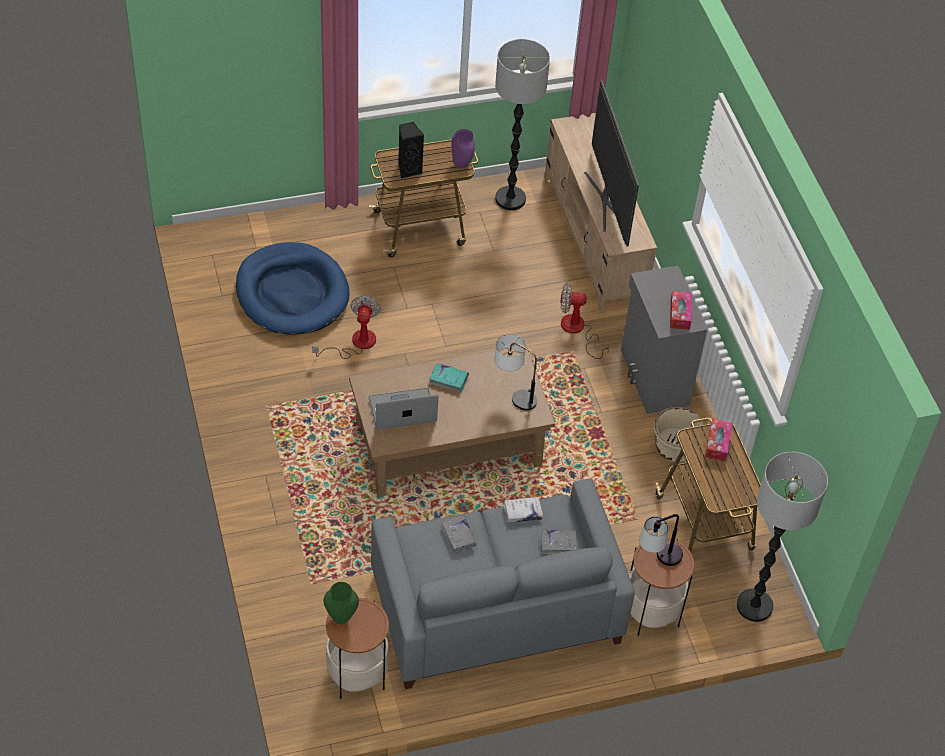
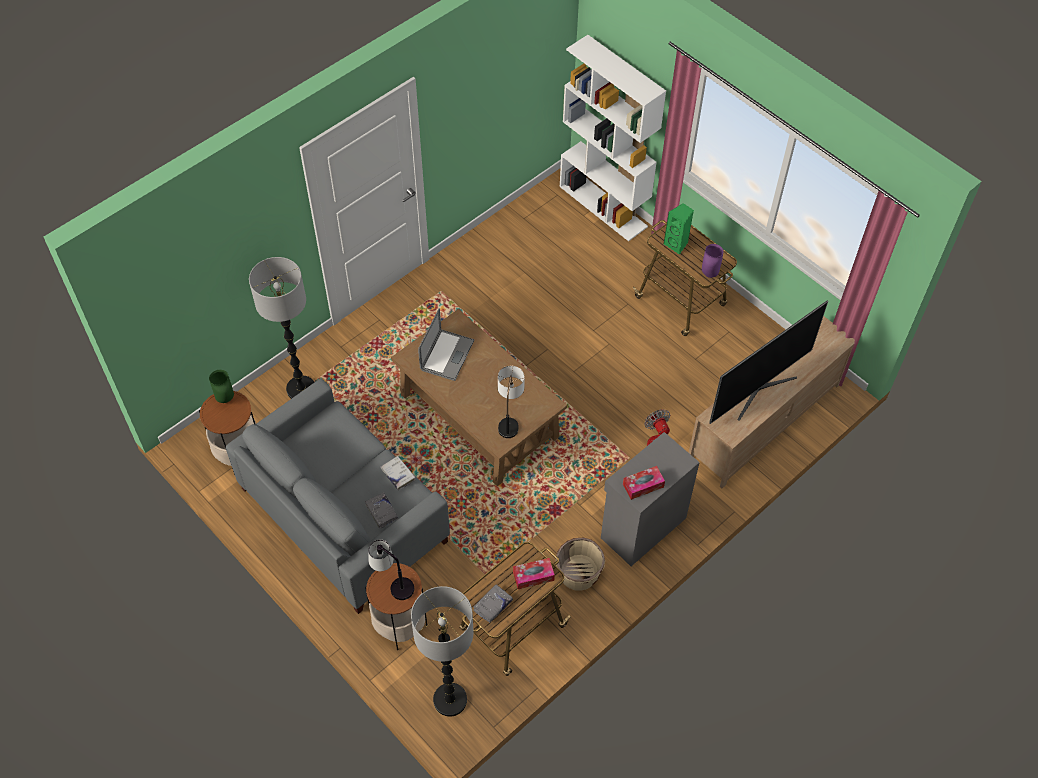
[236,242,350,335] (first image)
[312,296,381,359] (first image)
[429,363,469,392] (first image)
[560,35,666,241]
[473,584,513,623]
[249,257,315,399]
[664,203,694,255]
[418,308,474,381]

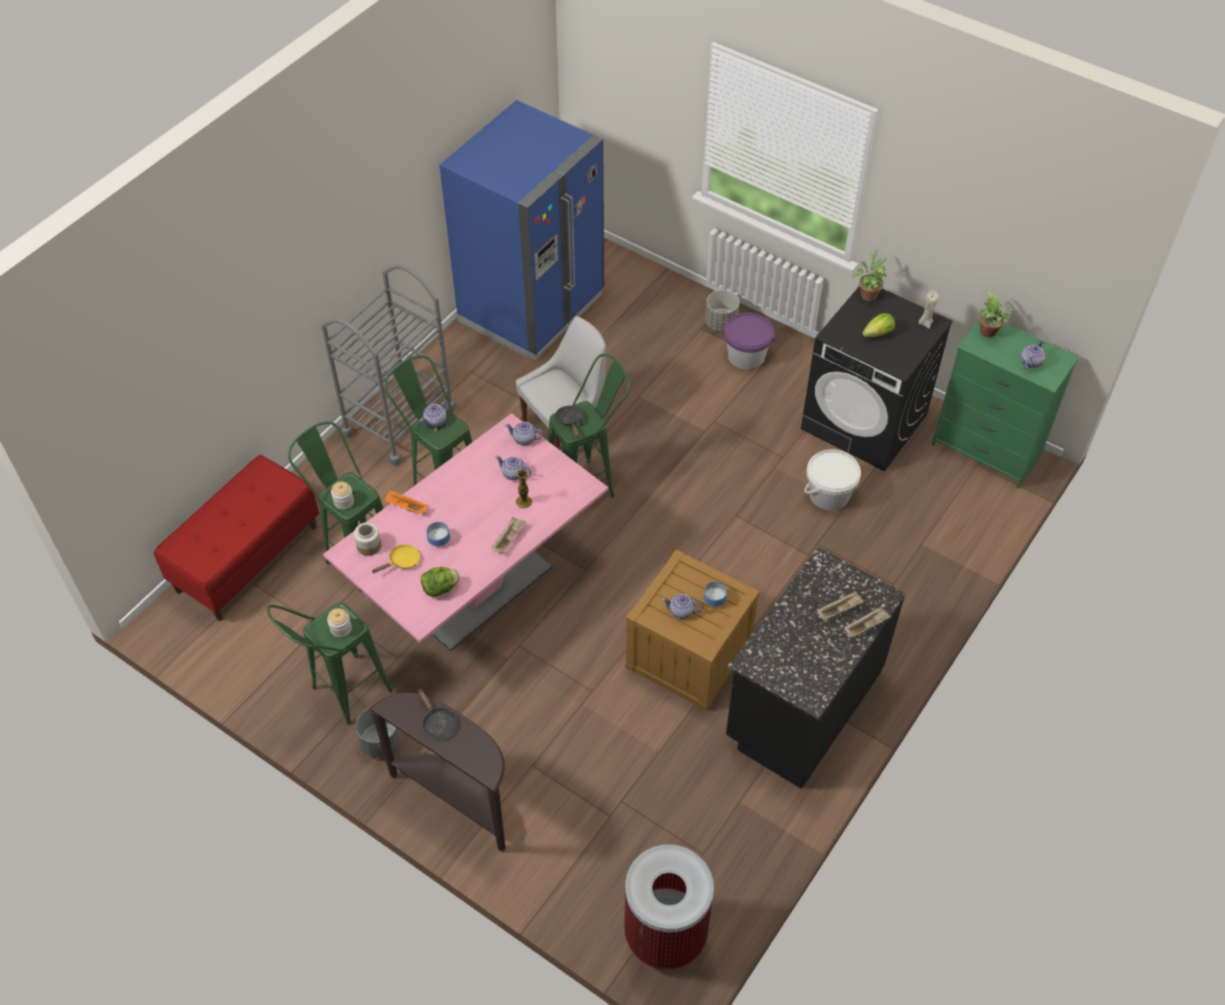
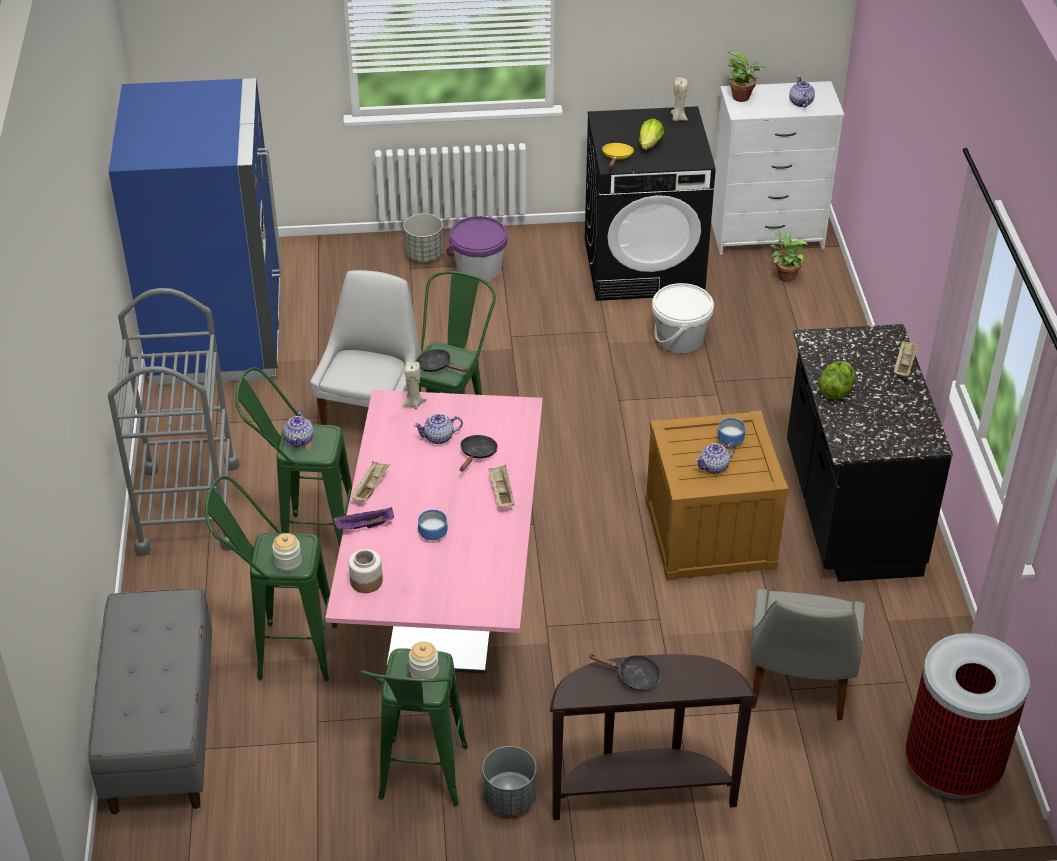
[751,589,865,720]
[602,143,634,168]
[818,361,855,400]
[351,461,390,502]
[770,229,808,282]
[402,362,427,409]
[460,435,498,471]
[89,588,212,815]
[334,507,394,531]
[711,81,844,255]

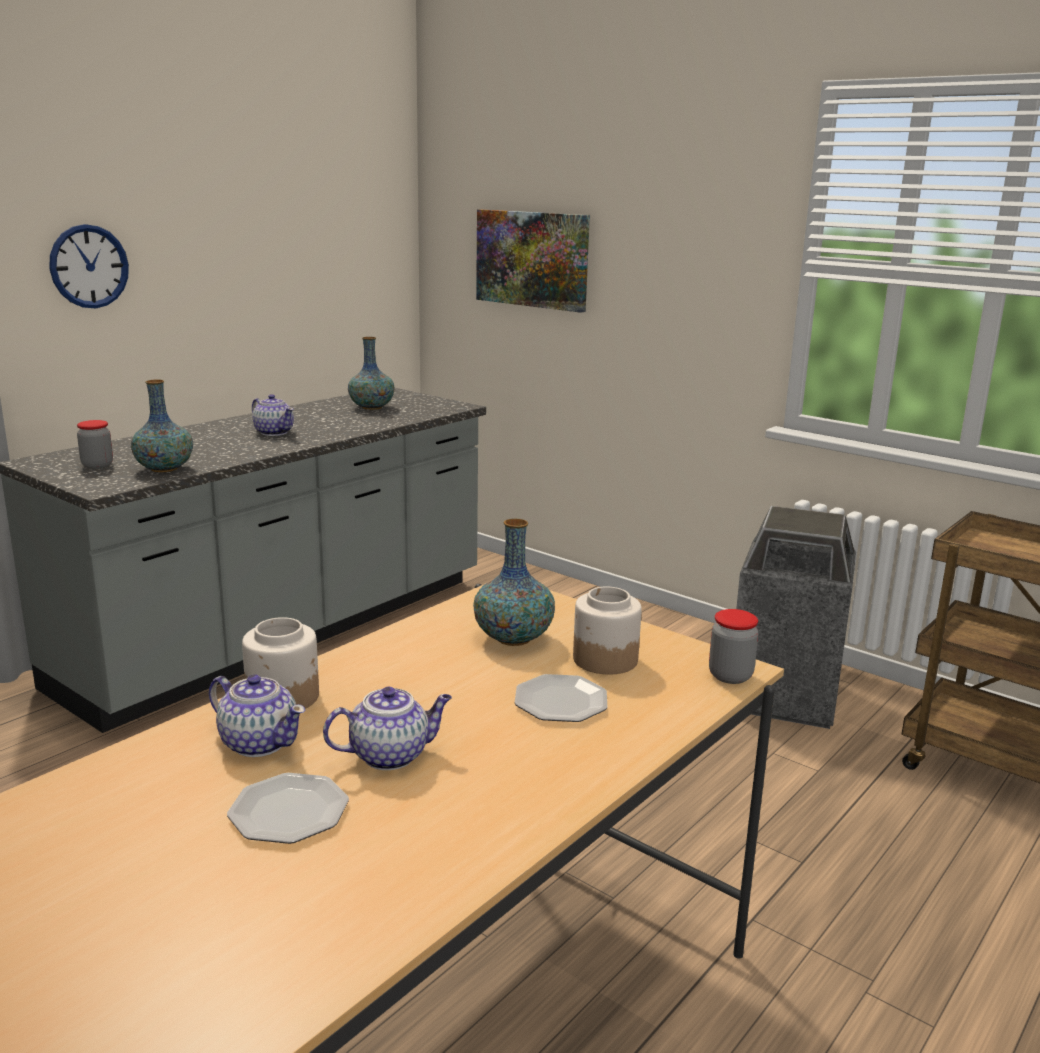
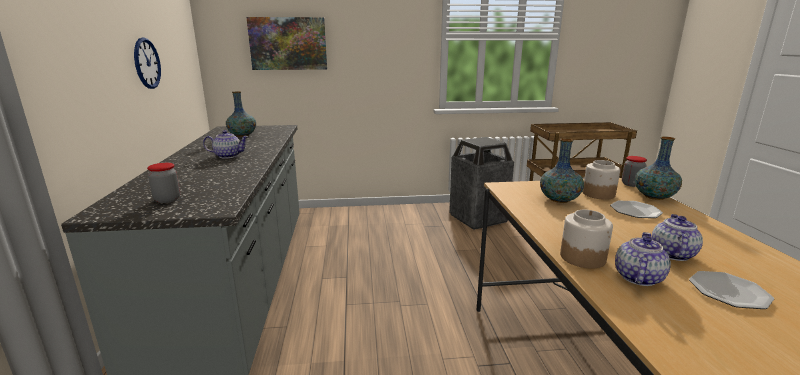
[134,38,161,89]
[635,137,682,200]
[615,232,671,286]

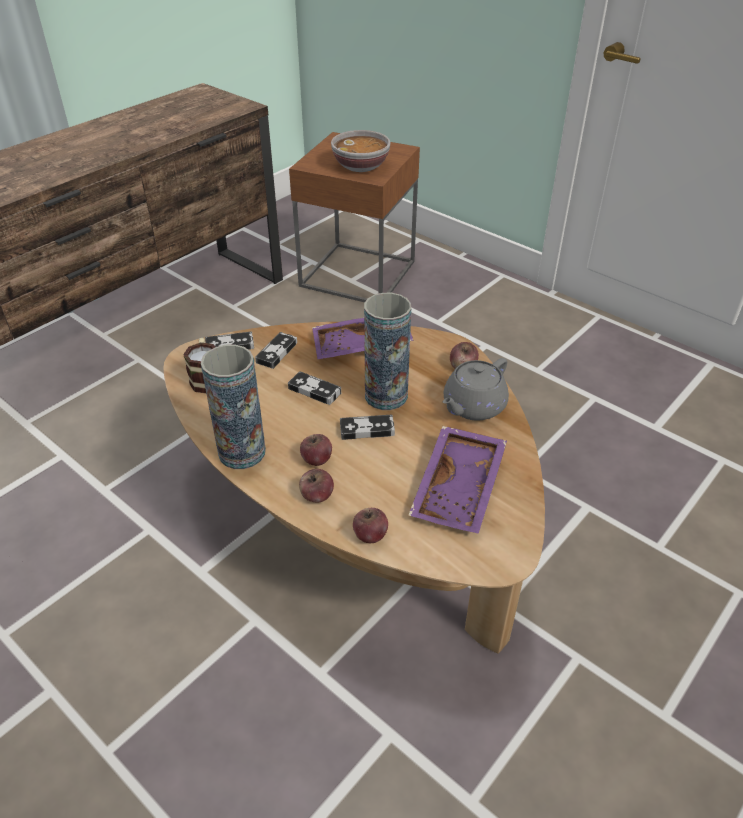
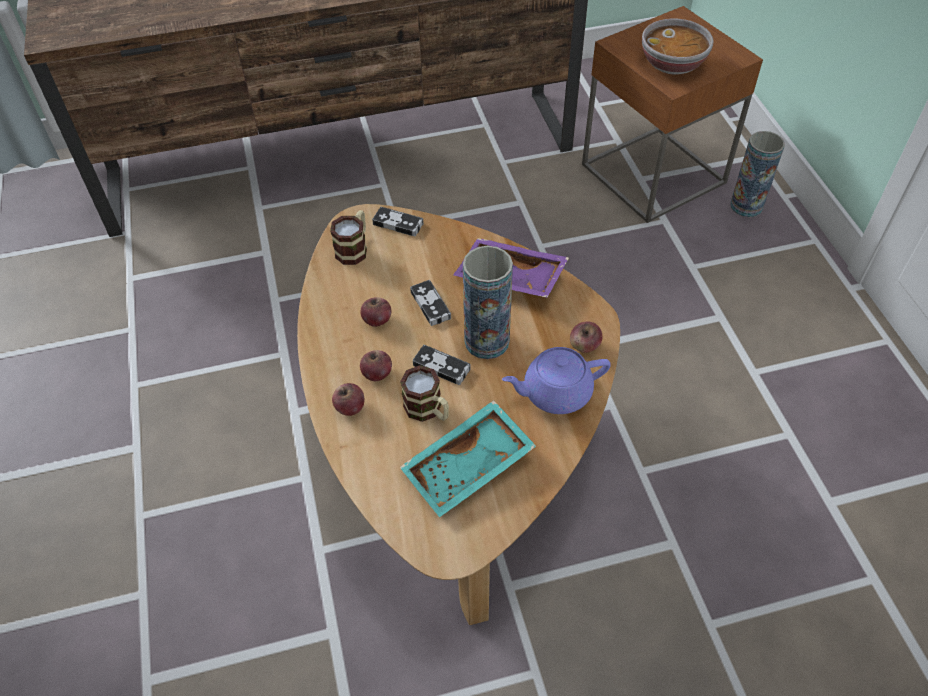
[255,332,297,369] (first image)
[400,365,449,422]
[730,131,785,217]
[361,297,391,327]
[400,400,536,517]
[502,347,611,414]

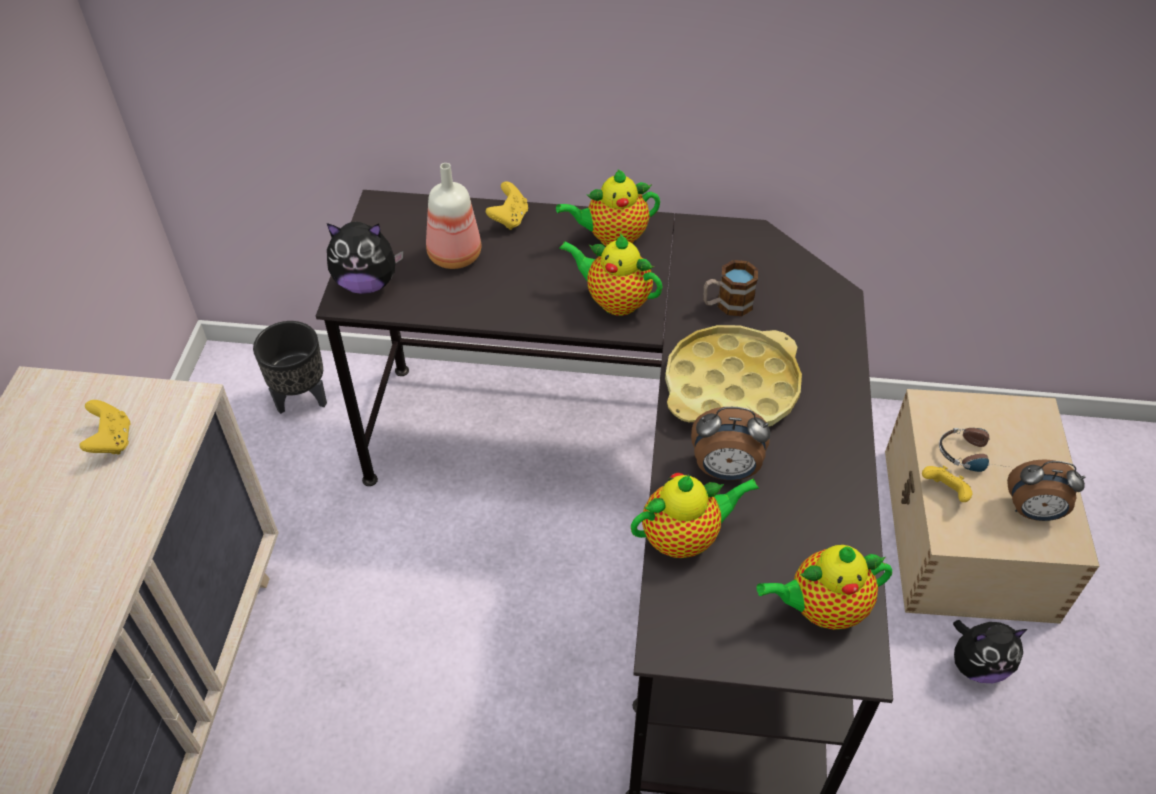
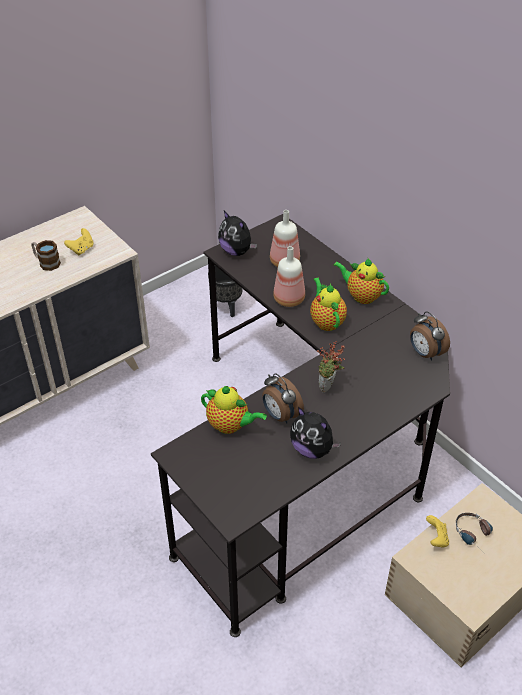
[486,181,528,230] (first image)
[757,545,892,630] (first image)
[273,246,305,307]
[31,240,61,271]
[290,407,341,459]
[410,311,450,361]
[317,341,345,393]

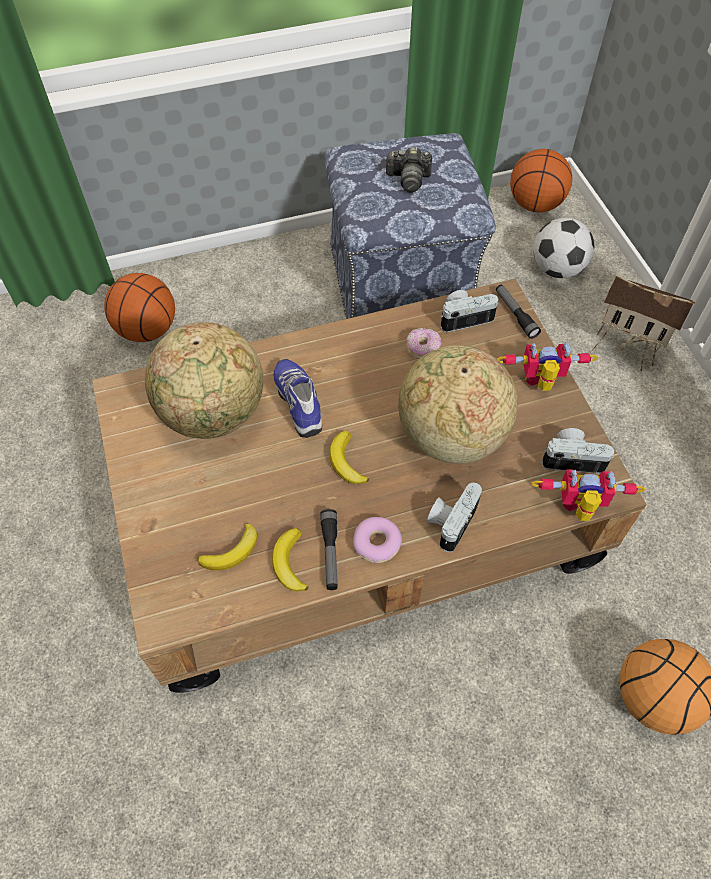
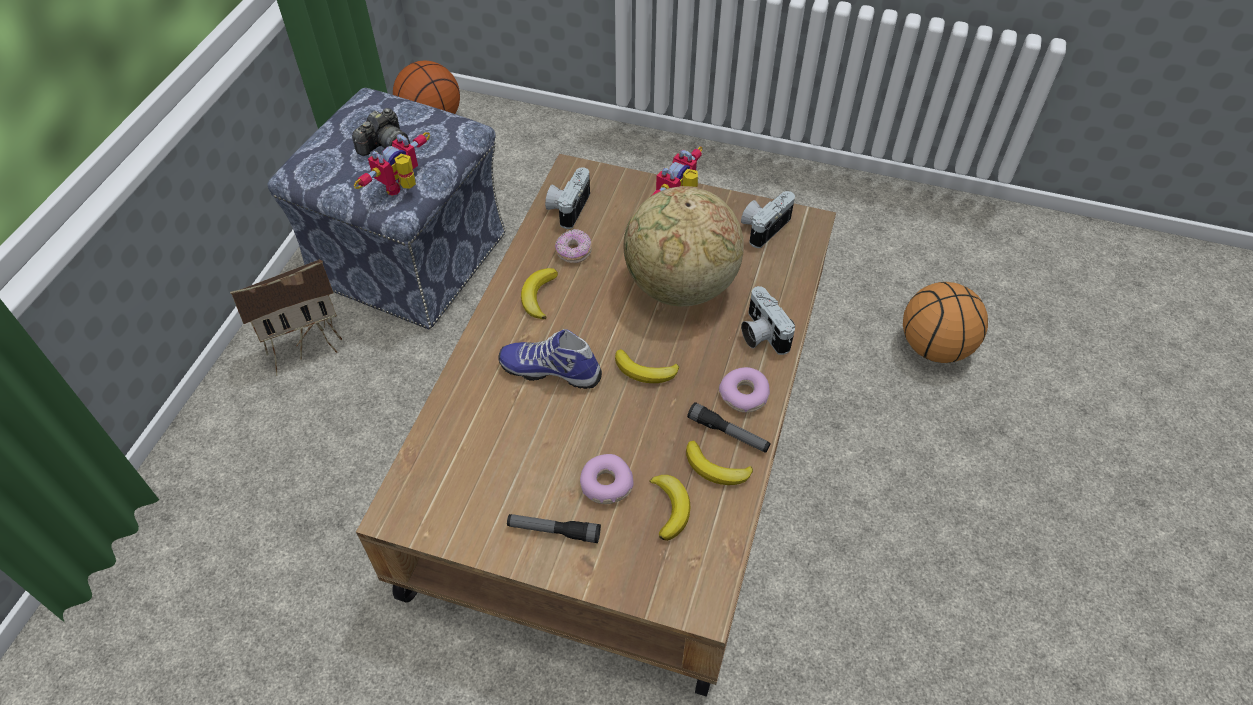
[104,273,175,342] (first image)
[145,322,263,439] (first image)
[533,218,594,278] (first image)
[521,268,558,320]
[580,454,634,504]
[507,514,601,543]
[354,132,430,195]
[230,259,342,376]

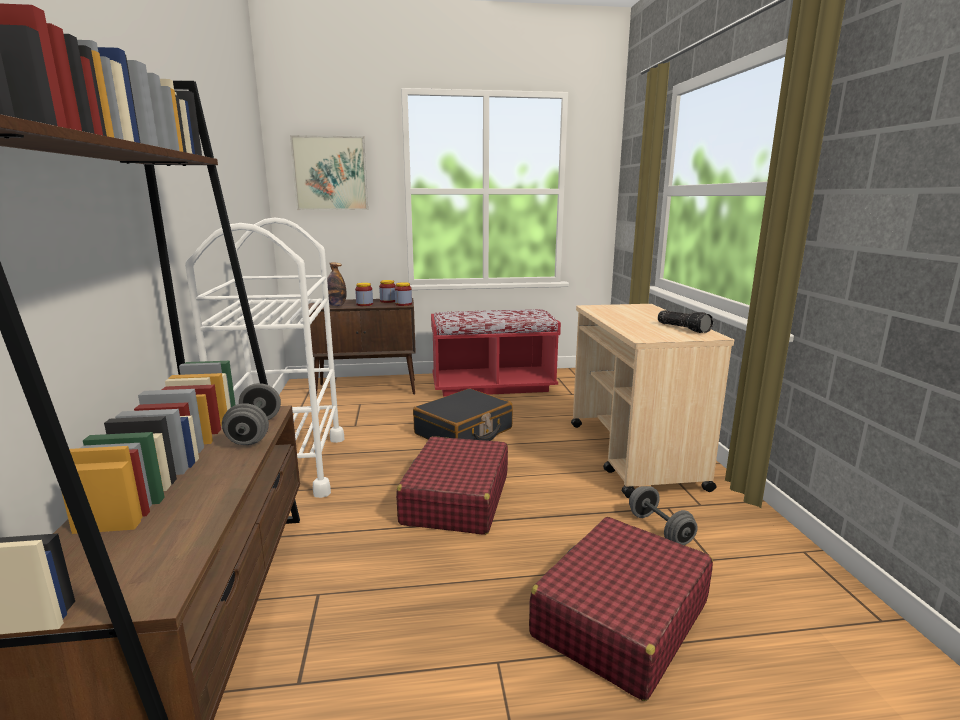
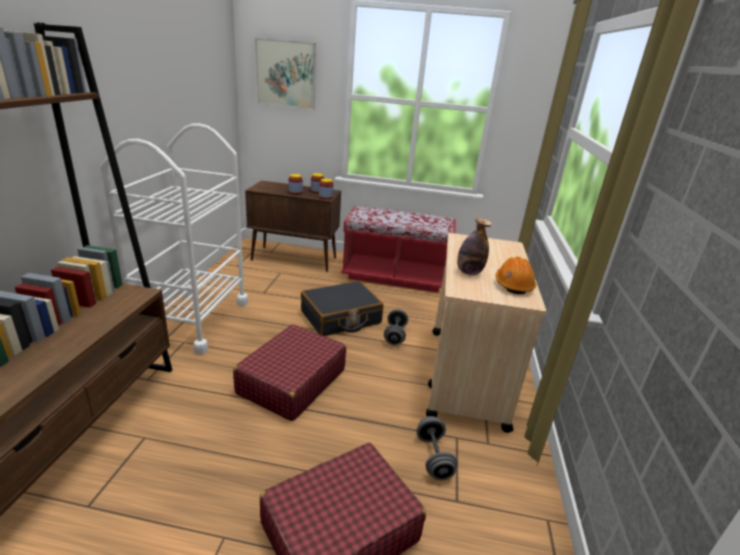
[384,309,408,346]
[457,218,492,275]
[496,257,536,294]

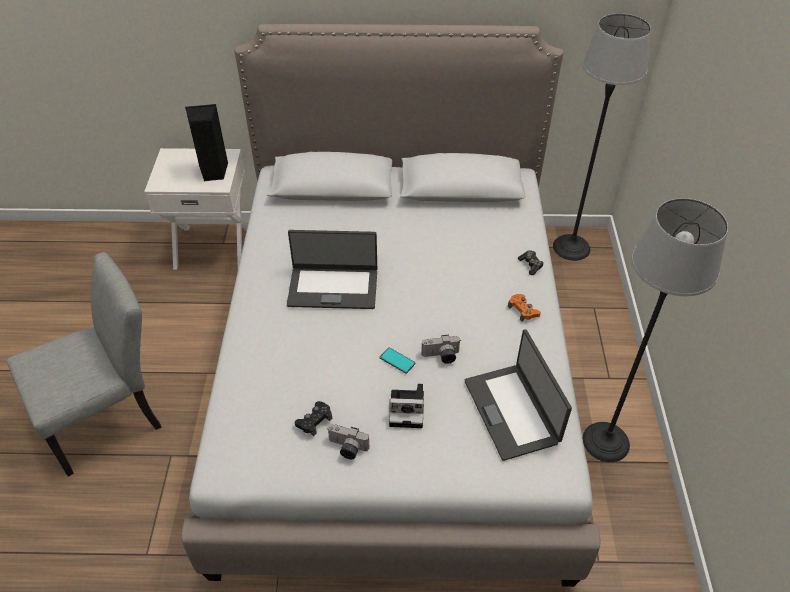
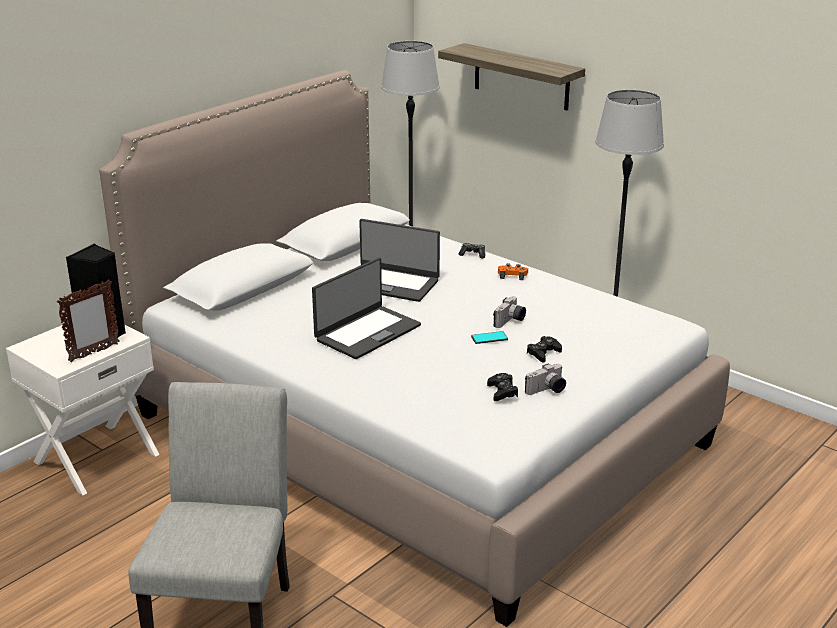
[57,279,120,362]
[438,43,585,111]
[359,219,440,302]
[527,336,562,363]

